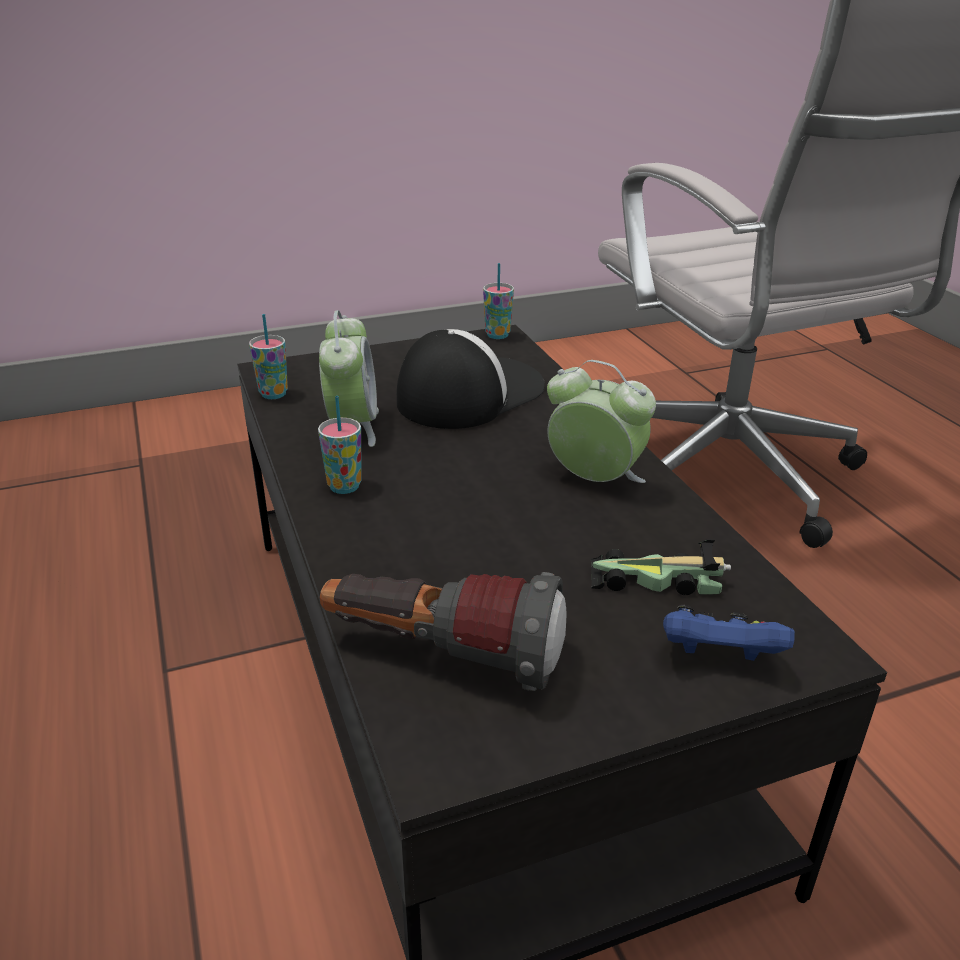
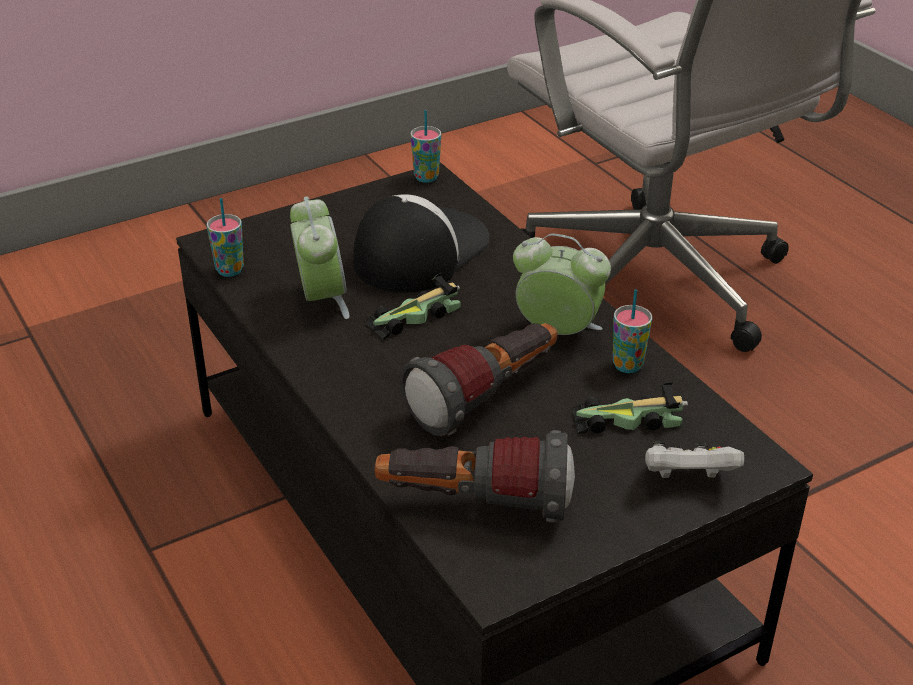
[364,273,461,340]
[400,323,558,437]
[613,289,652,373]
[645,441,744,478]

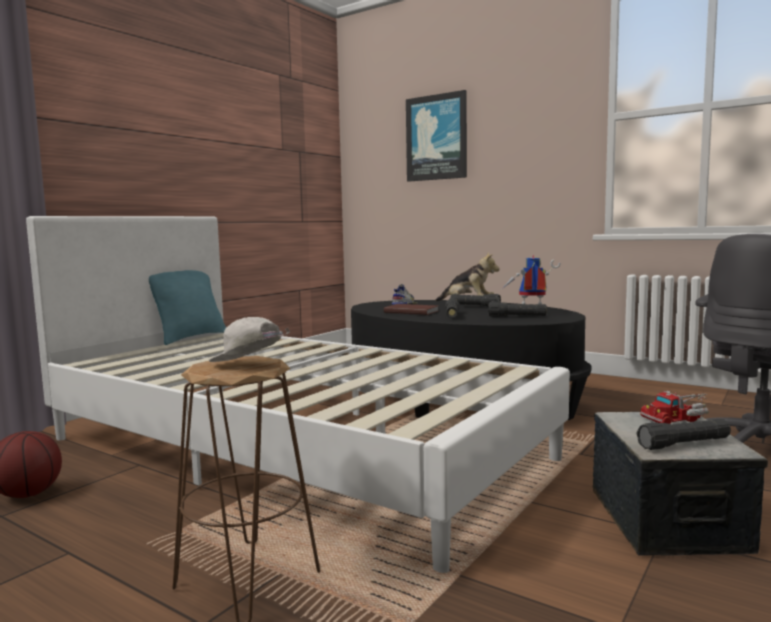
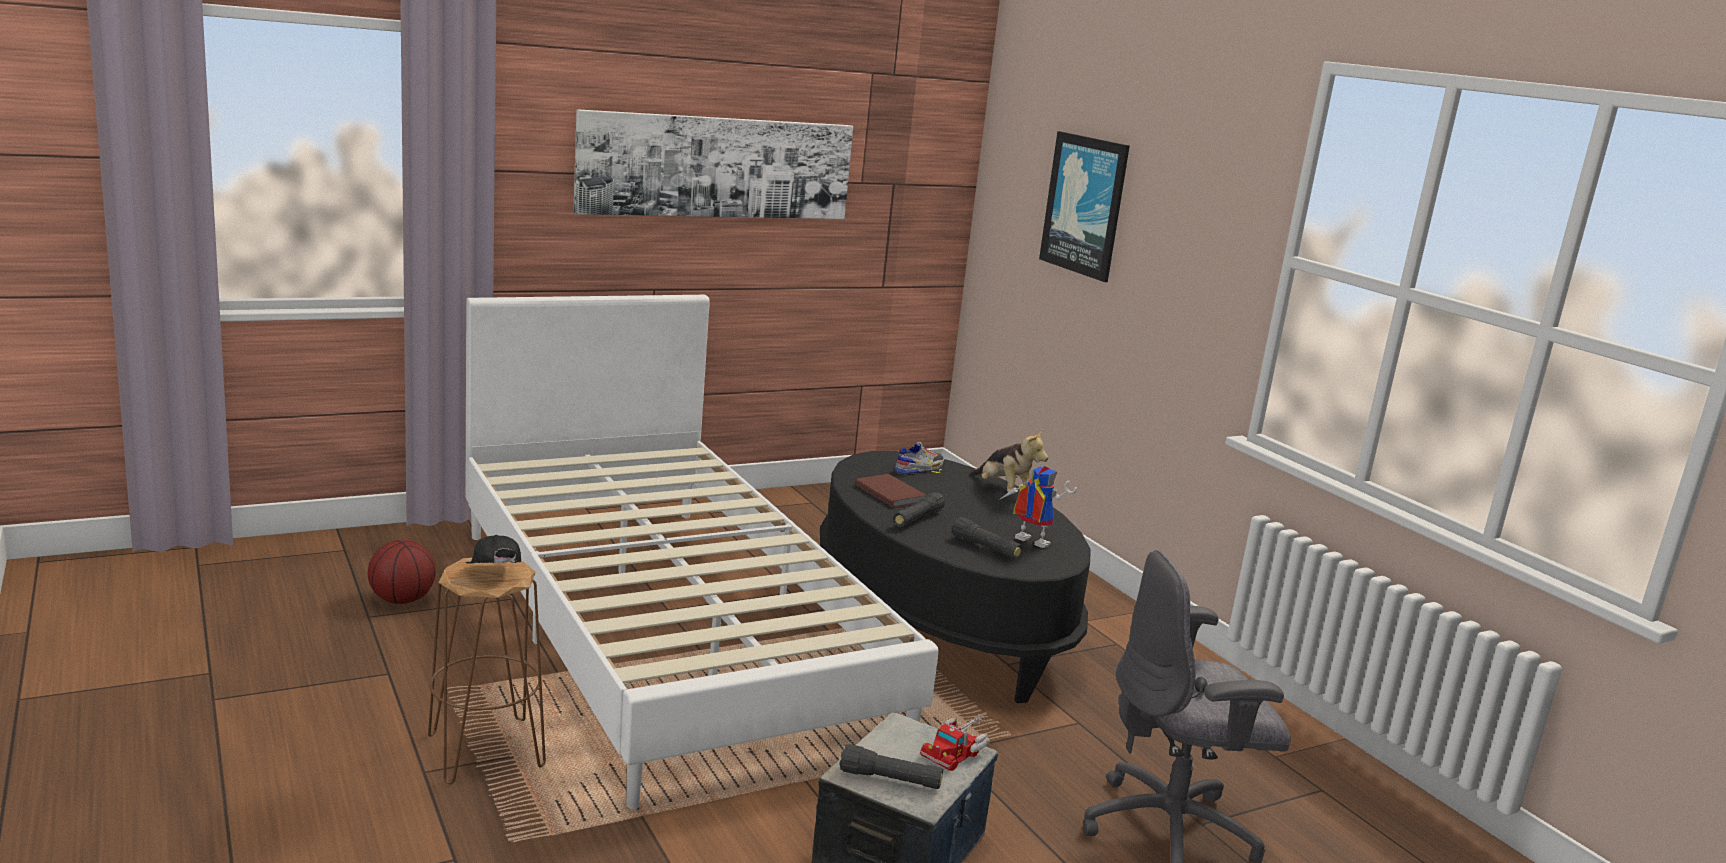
[149,270,226,345] (first image)
[450,294,501,307] (first image)
[573,109,853,219]
[466,535,521,564]
[920,714,990,771]

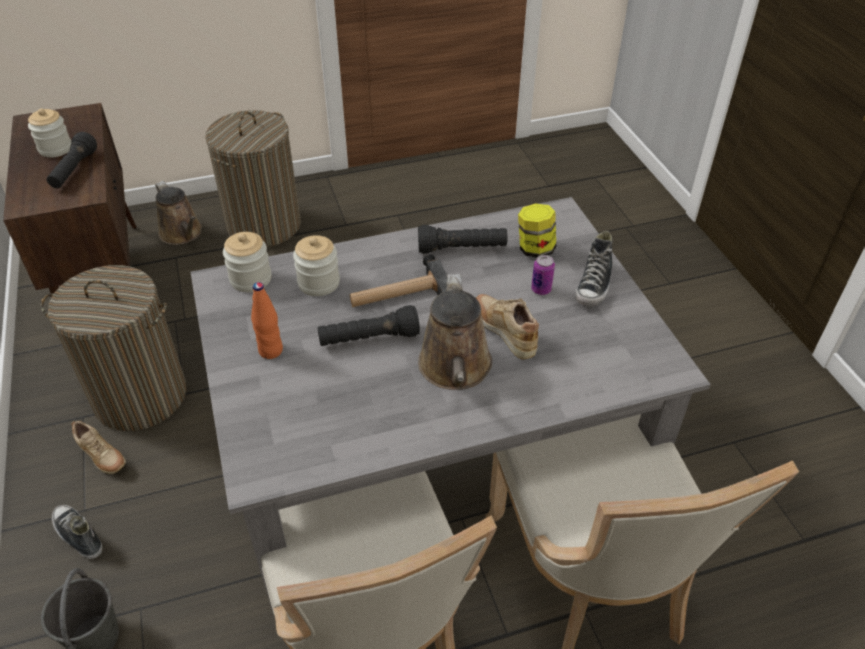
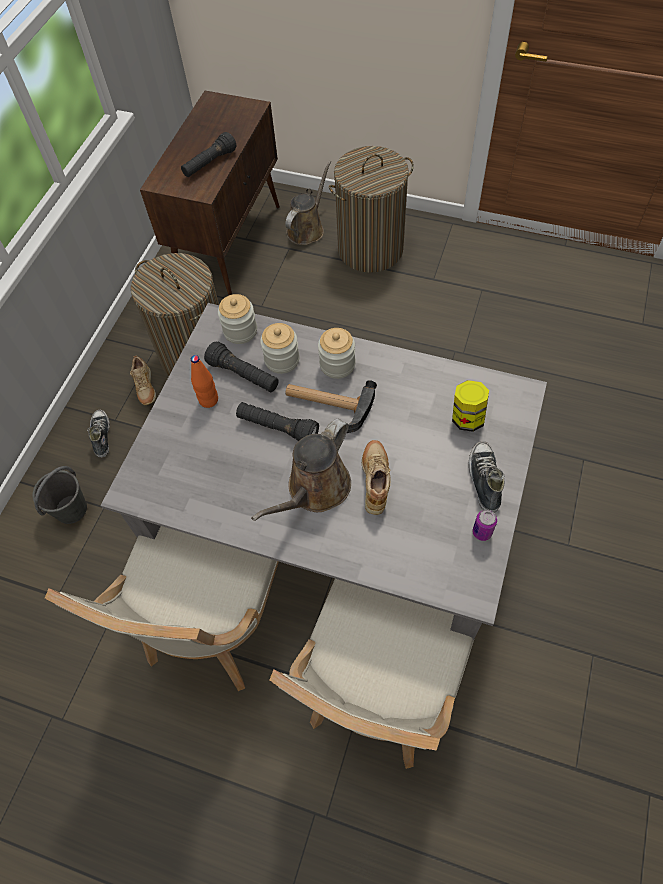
[318,328,356,379]
[204,342,279,392]
[473,509,497,541]
[285,161,331,245]
[469,441,504,513]

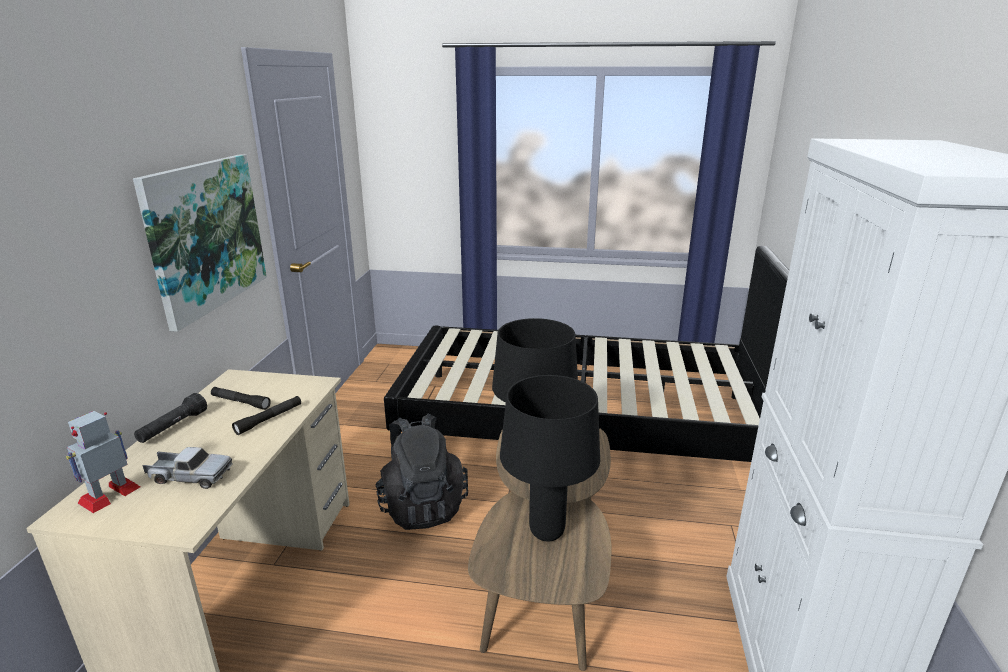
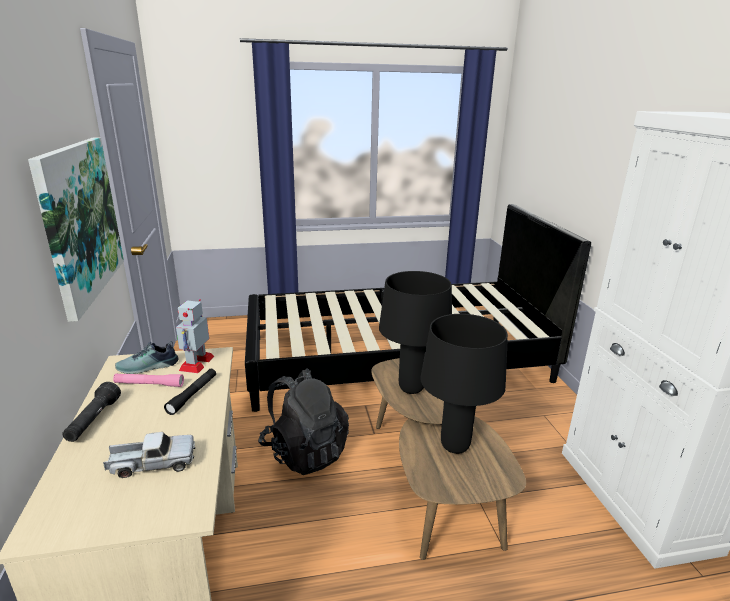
[115,341,179,374]
[176,299,214,373]
[113,373,184,387]

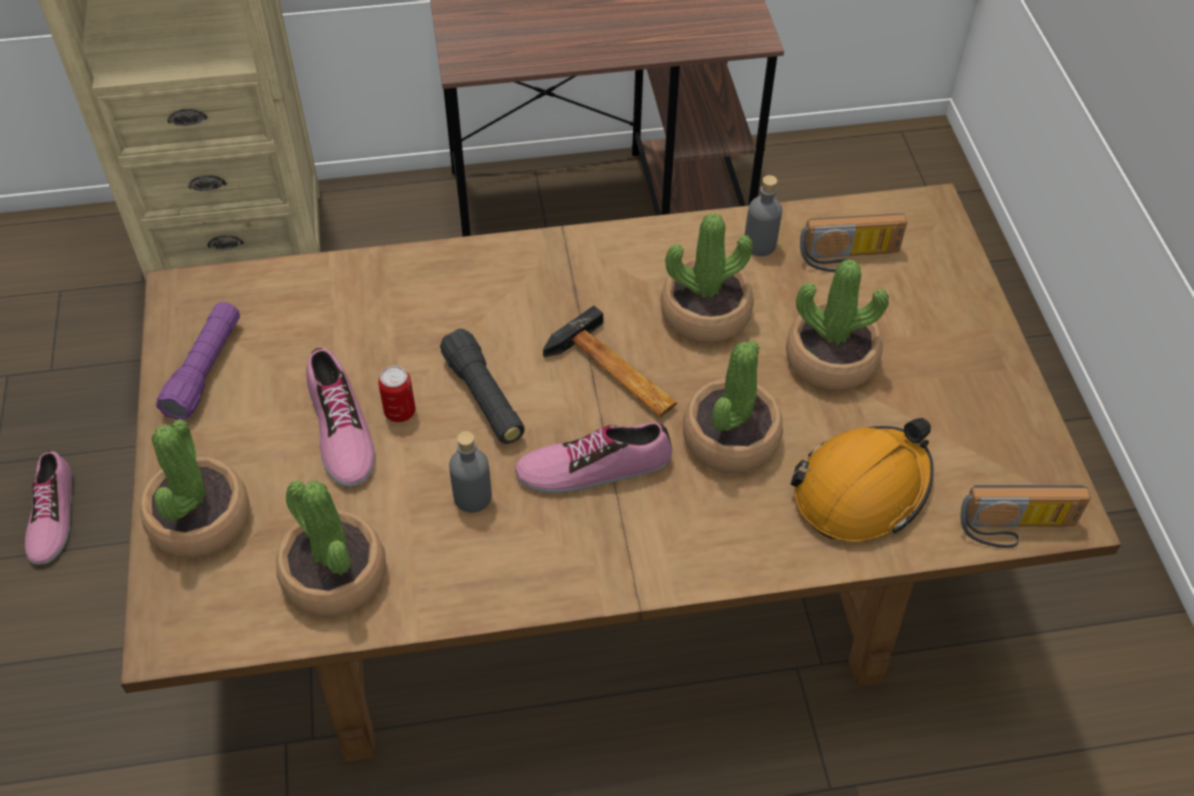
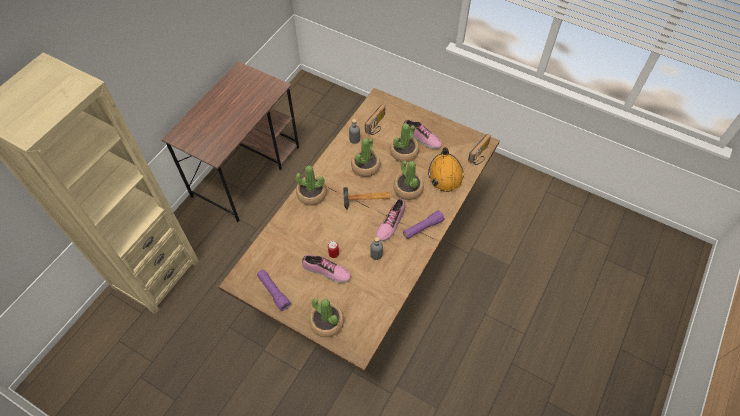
[440,329,525,444] (first image)
[403,210,445,239]
[404,120,442,149]
[296,165,327,205]

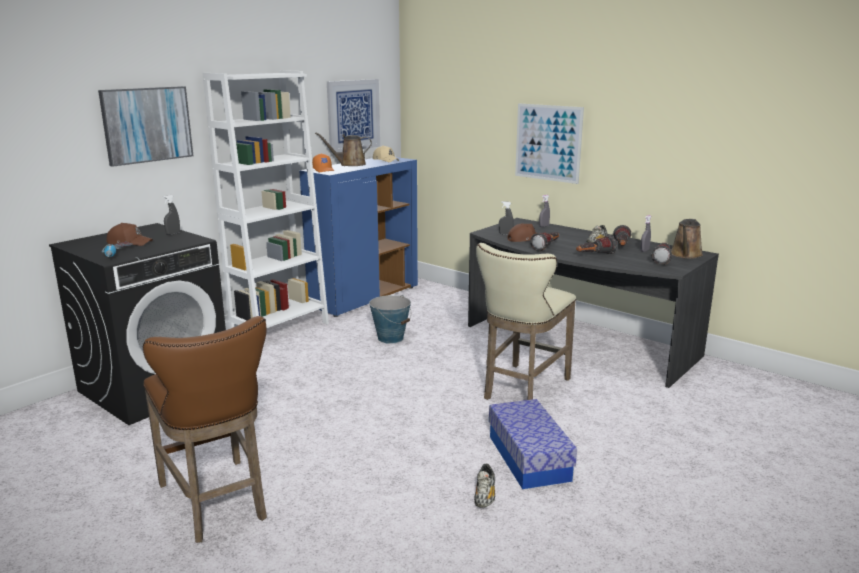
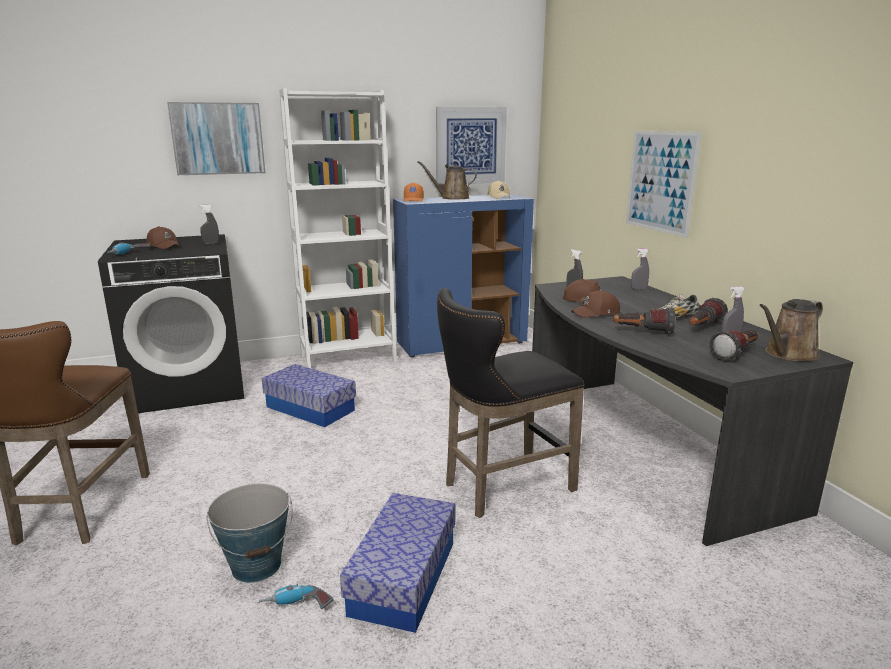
[262,364,356,427]
[207,484,293,583]
[259,584,333,609]
[571,290,620,318]
[437,288,585,518]

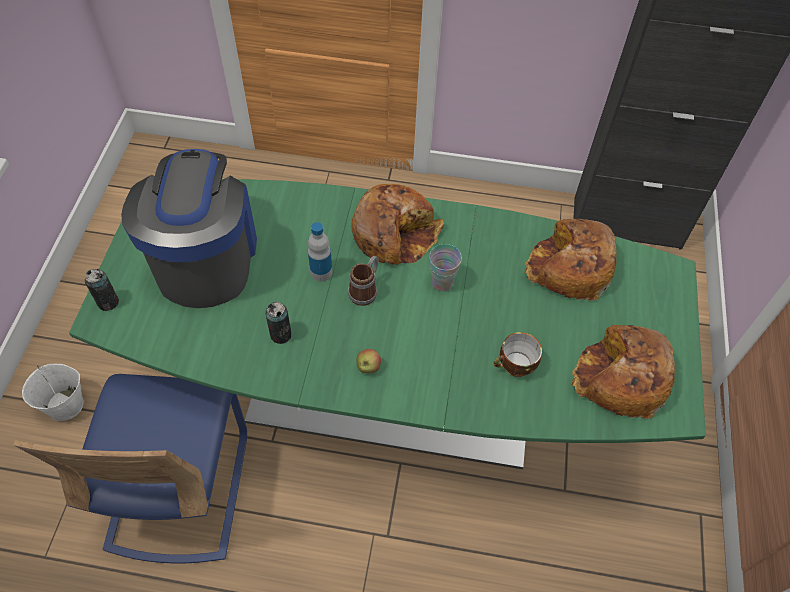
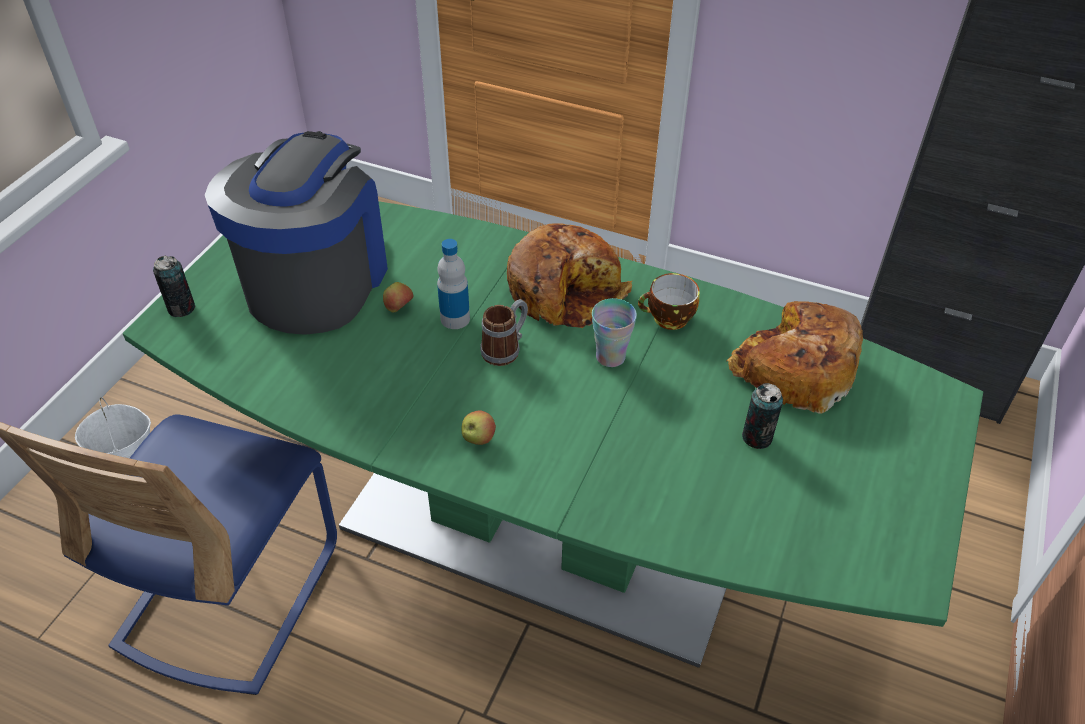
[572,325,675,419] (first image)
[383,282,413,312]
[742,383,783,449]
[638,273,699,330]

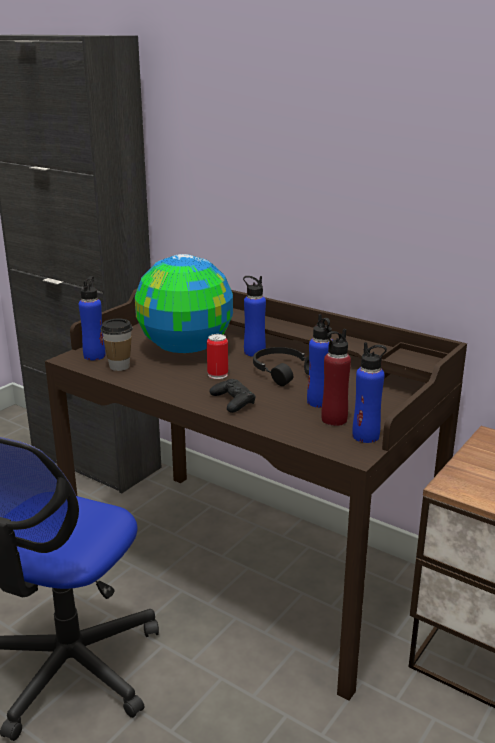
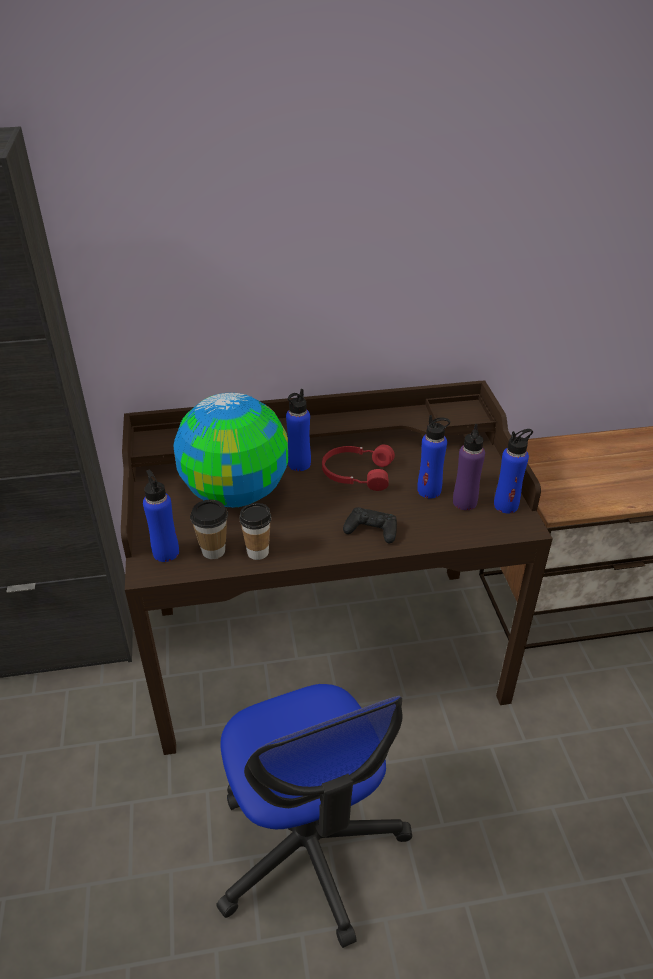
[207,334,228,379] (first image)
[239,503,271,560]
[322,444,395,491]
[453,424,485,510]

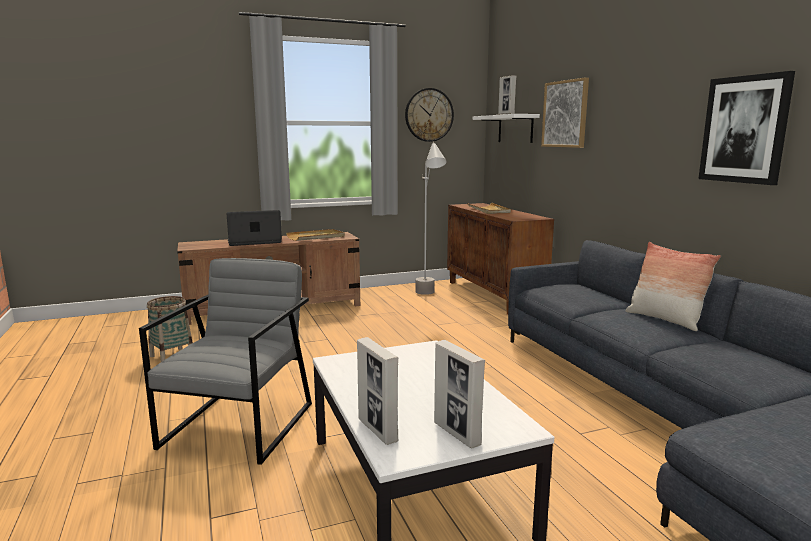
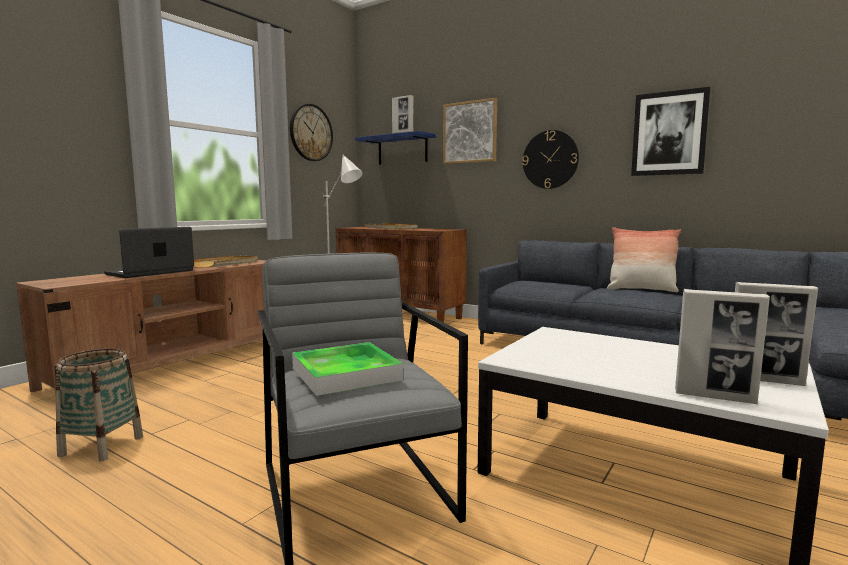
[292,342,403,396]
[522,130,579,189]
[355,131,436,165]

